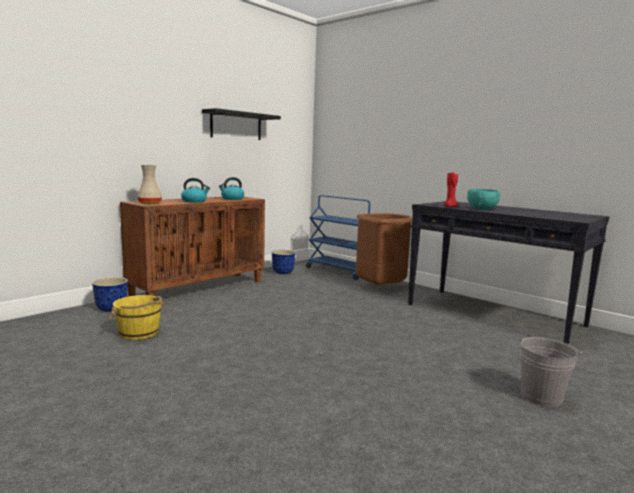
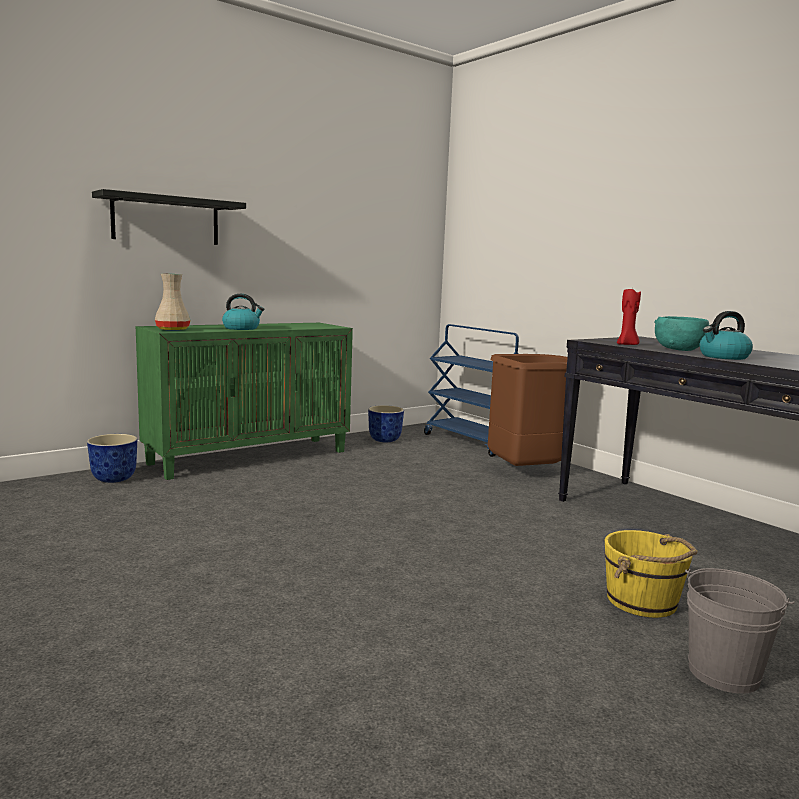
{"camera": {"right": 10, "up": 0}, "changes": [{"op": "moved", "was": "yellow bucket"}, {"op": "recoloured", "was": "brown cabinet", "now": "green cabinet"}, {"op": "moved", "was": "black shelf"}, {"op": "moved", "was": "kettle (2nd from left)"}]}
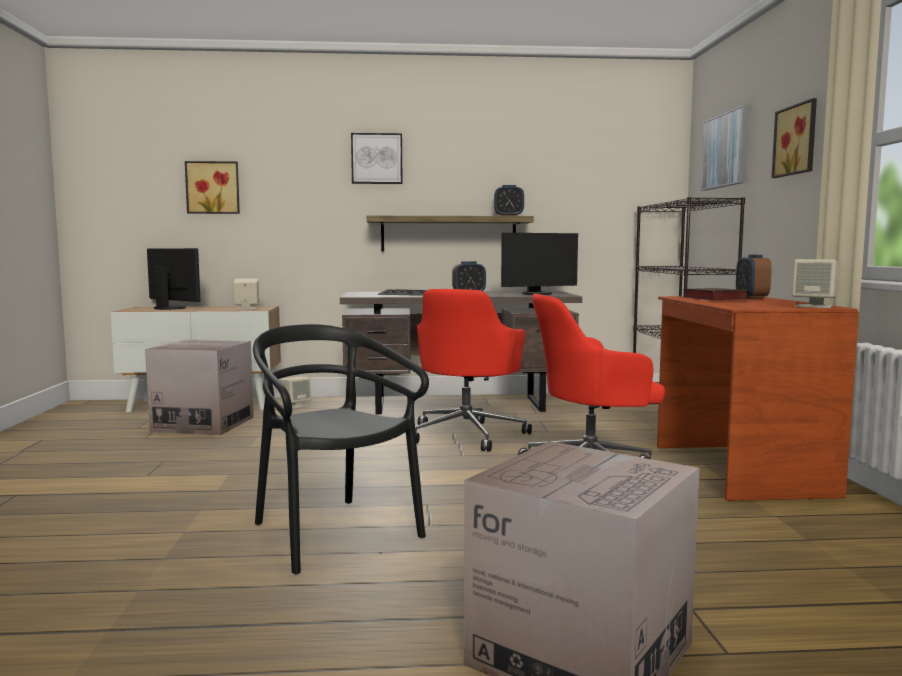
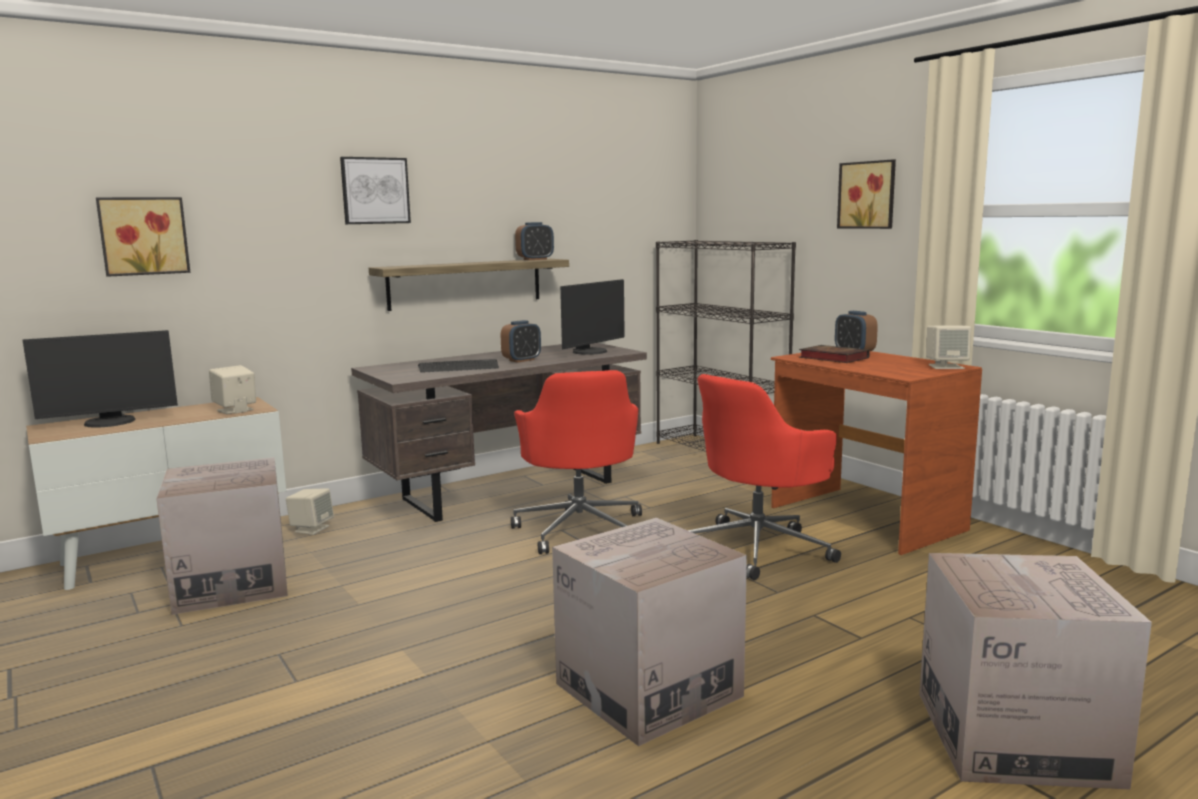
{"camera": {"right": -30, "up": 5}, "changes": [{"op": "turned", "was": "monitor (1st from left)", "clockwise": 150}, {"op": "replaced", "was": "black chair", "now": "cardboard box (2nd from left)"}, {"op": "removed", "was": "picture (3rd from left)"}]}
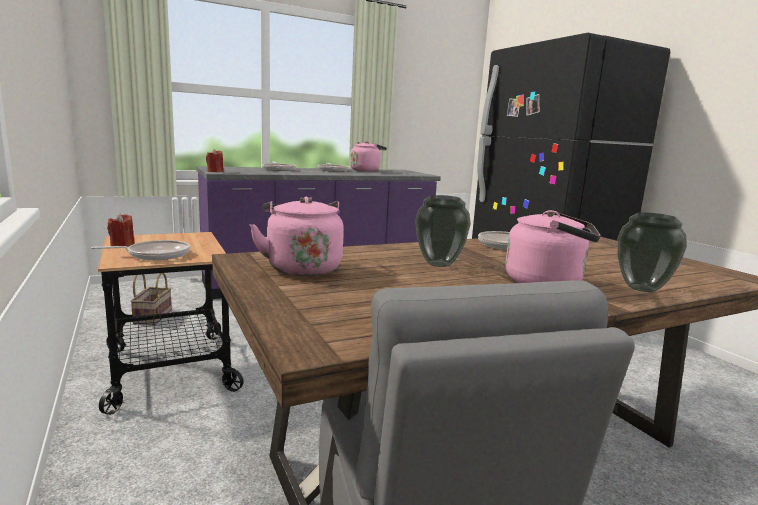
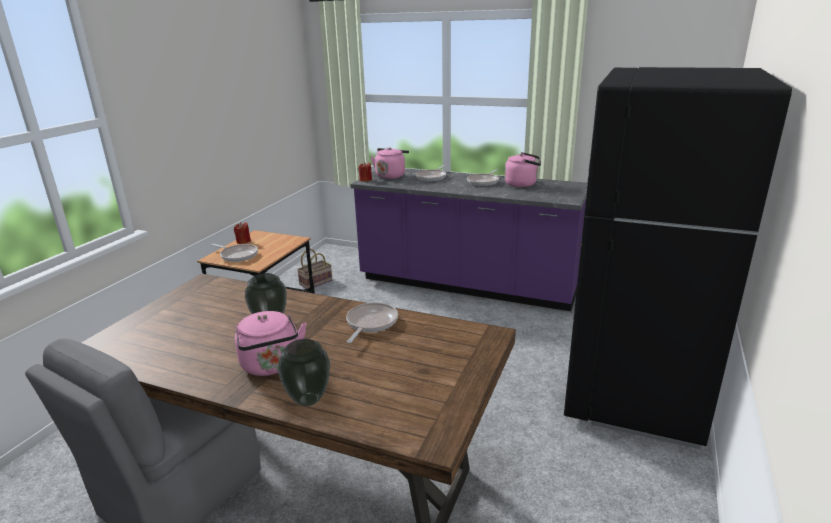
{"camera": {"right": 50, "up": 10}, "changes": [{"op": "moved", "was": "pink kettle (1st from left in the first image)", "now": "pink kettle (2nd from left)"}]}
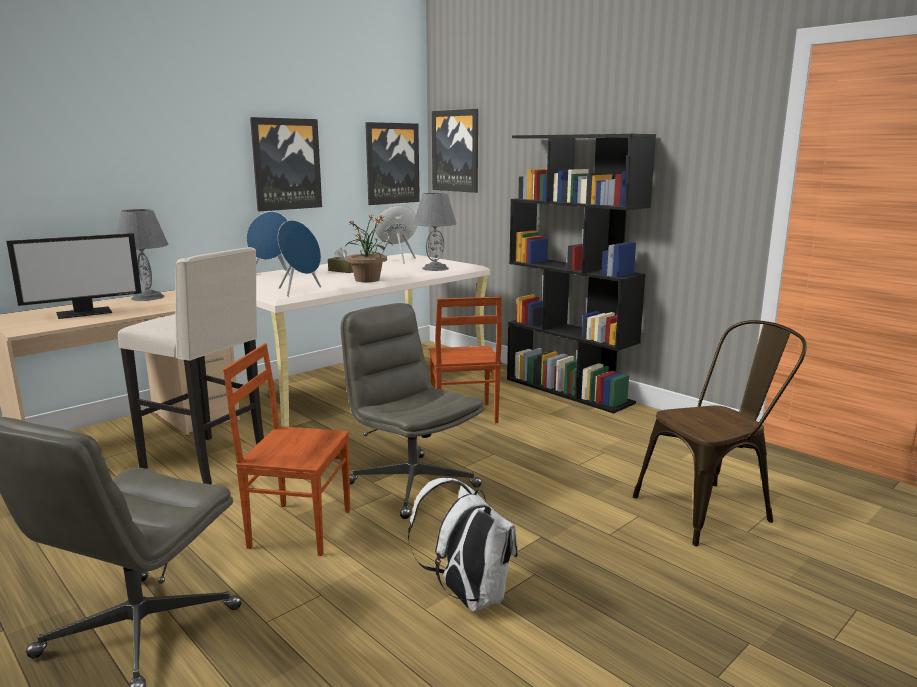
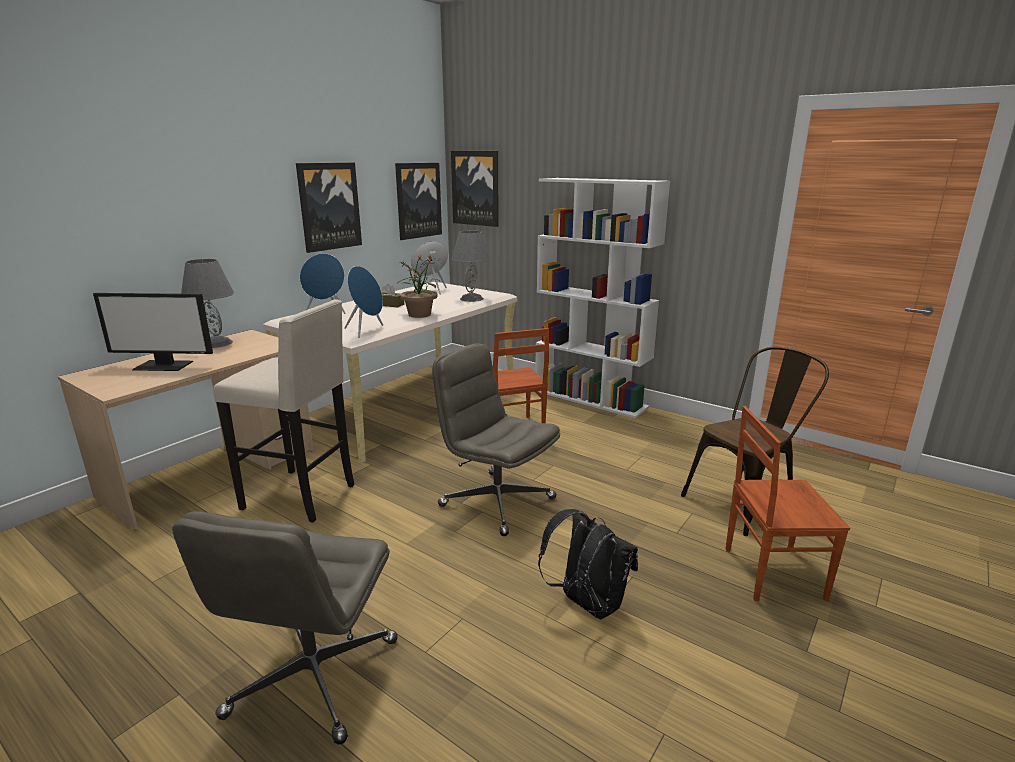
{"camera": {"right": -10, "up": 5}, "changes": [{"op": "turned", "was": "monitor", "clockwise": 45}, {"op": "moved", "was": "brown chair (1st from left in the first image)", "now": "brown chair (3rd from left)"}, {"op": "recoloured", "was": "white backpack", "now": "black backpack"}, {"op": "recoloured", "was": "black bookcase", "now": "white bookcase"}]}
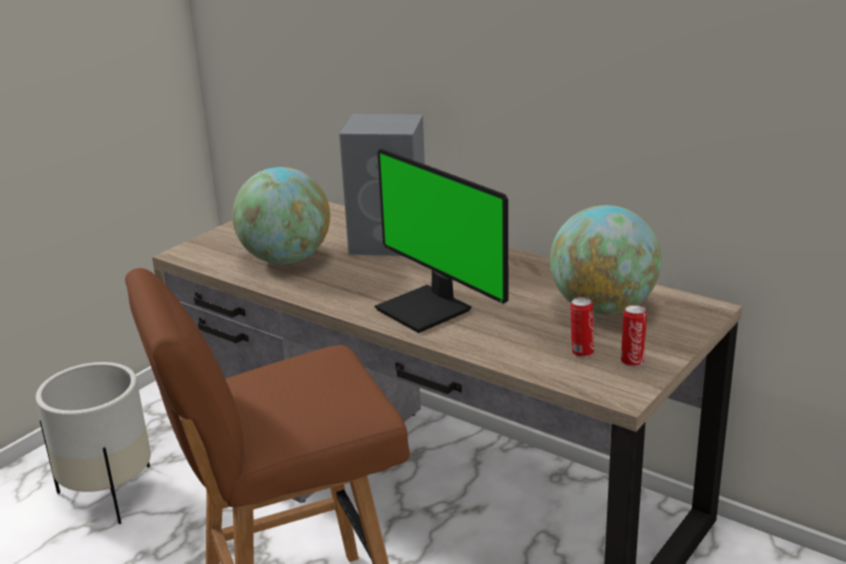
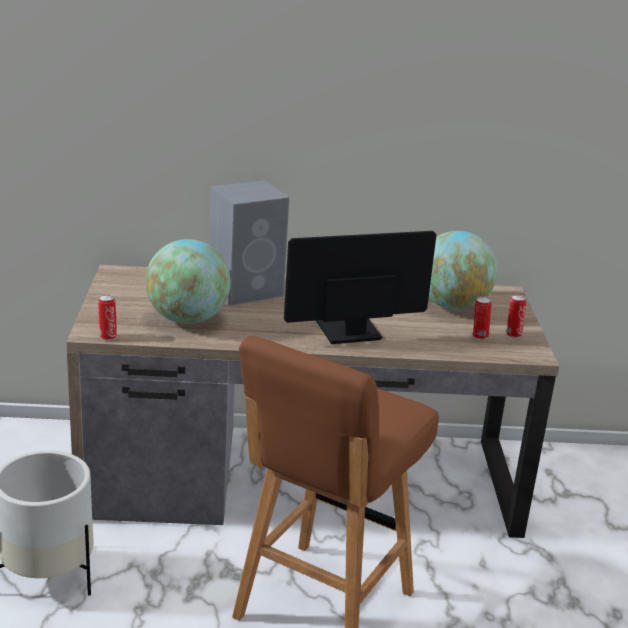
{"camera": {"right": -40, "up": 0}, "changes": [{"op": "turned", "was": "monitor", "clockwise": 150}, {"op": "added", "now": "can (1st from left)"}]}
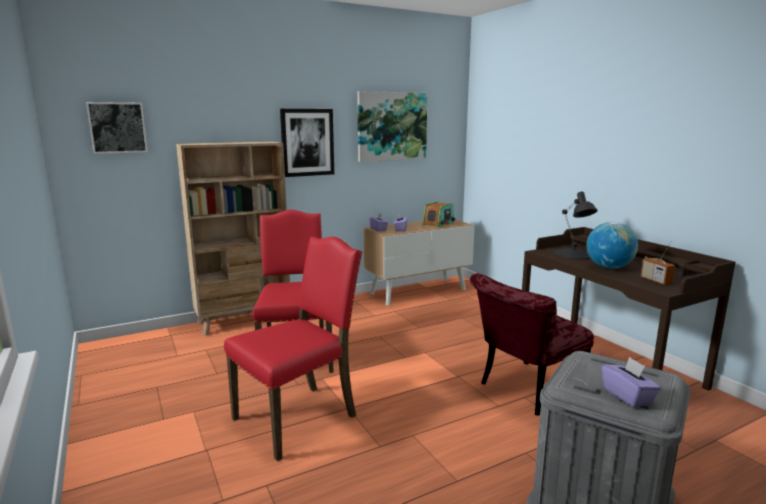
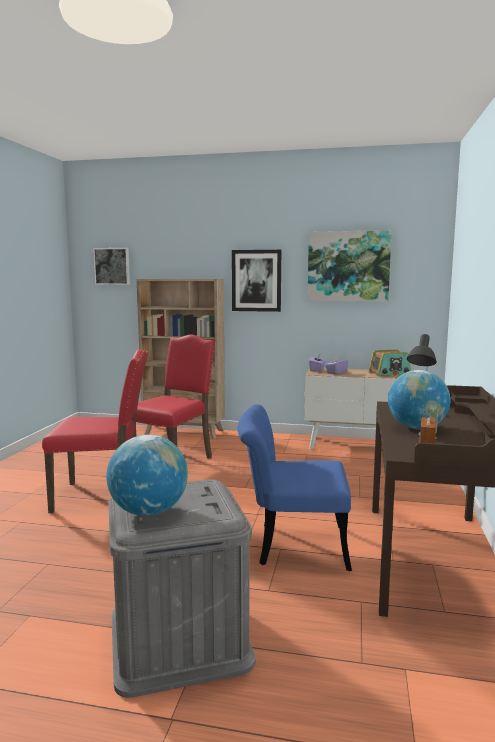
{"camera": {"right": 40, "up": -5}, "changes": [{"op": "recoloured", "was": "red chair (3rd from left)", "now": "blue chair"}, {"op": "replaced", "was": "purple tissue box (3rd from left)", "now": "globe (1st from left)"}]}
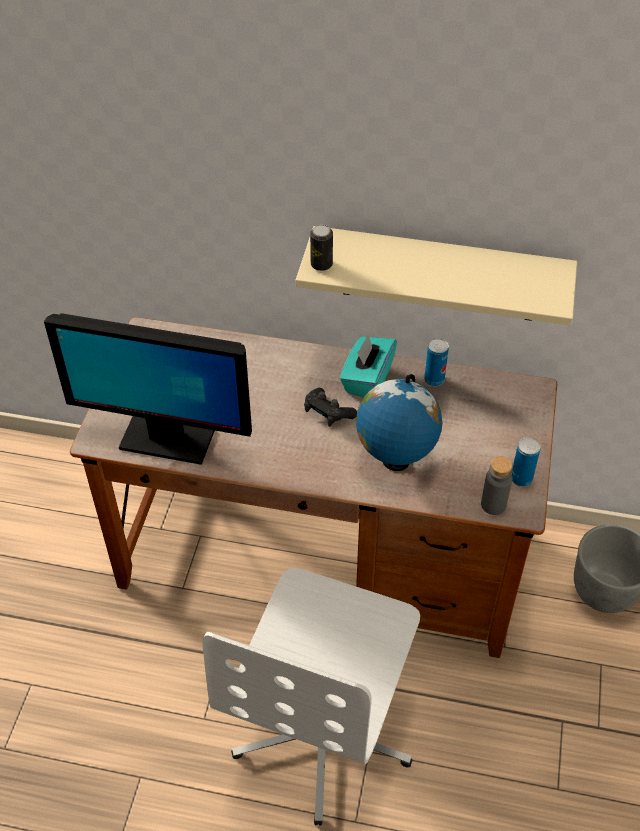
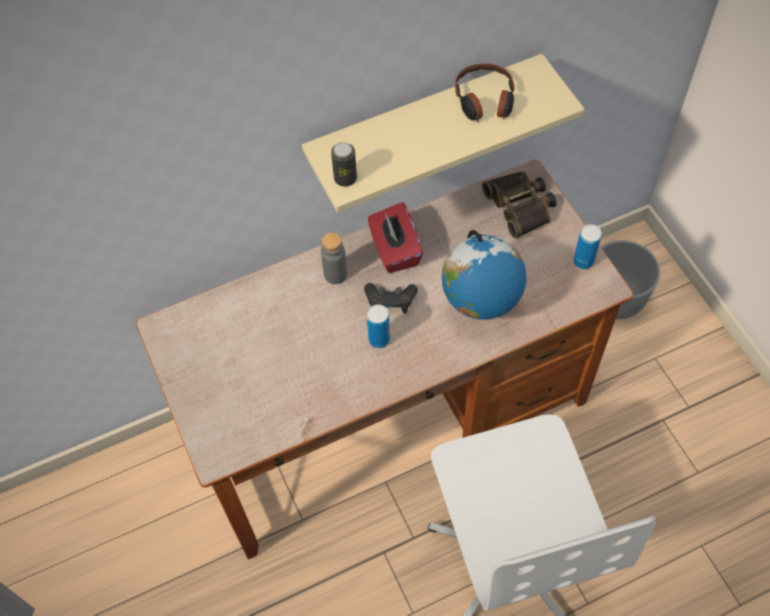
{"camera": {"right": -35, "up": 10}, "changes": [{"op": "removed", "was": "monitor"}, {"op": "recoloured", "was": "turquoise tissue box", "now": "red tissue box"}, {"op": "moved", "was": "can (2nd from left)"}, {"op": "moved", "was": "grey bottle"}, {"op": "added", "now": "headphones"}, {"op": "added", "now": "binoculars"}]}
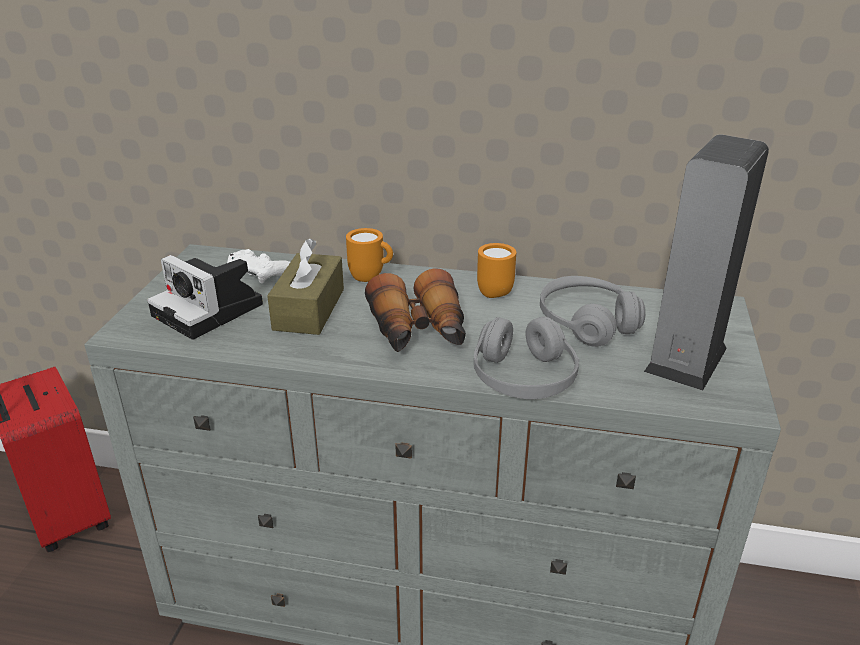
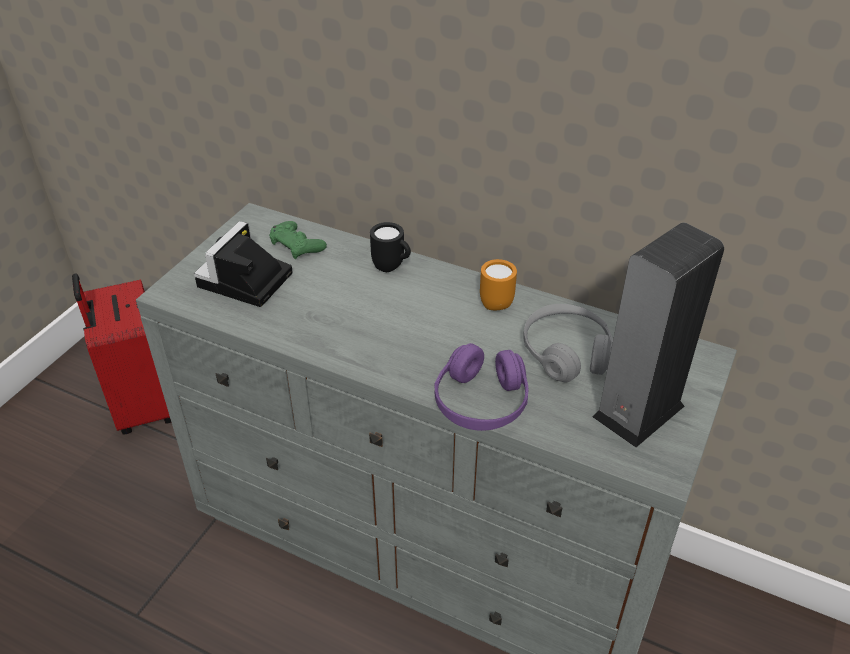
{"camera": {"right": 15, "up": 10}, "changes": [{"op": "turned", "was": "photo camera", "clockwise": 60}, {"op": "recoloured", "was": "white game controller", "now": "green game controller"}, {"op": "removed", "was": "brown tissue box"}, {"op": "recoloured", "was": "orange mug (1st from left)", "now": "black mug"}, {"op": "removed", "was": "binoculars"}, {"op": "recoloured", "was": "grey headphones (1st from left)", "now": "purple headphones"}]}
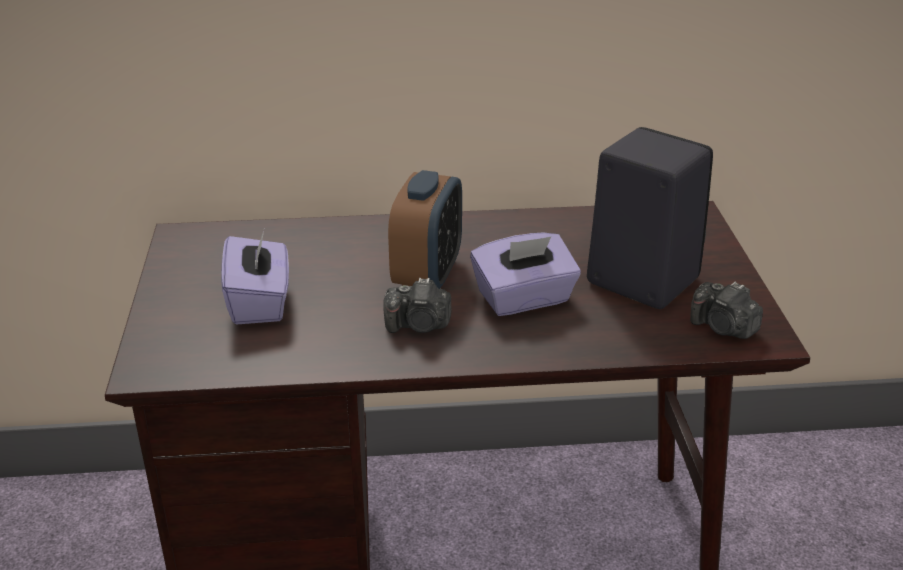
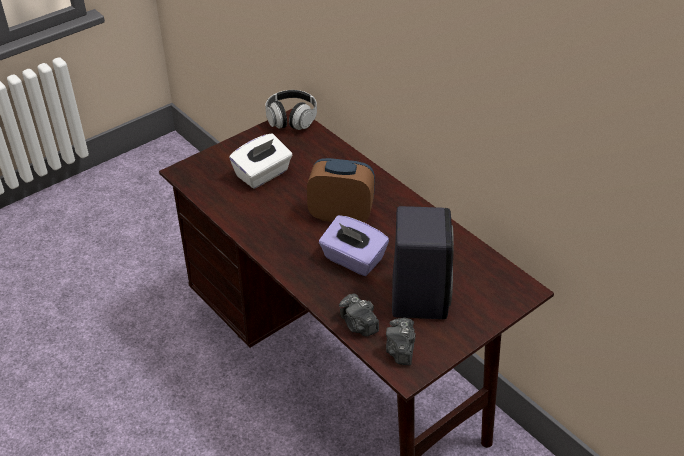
{"camera": {"right": 55, "up": 10}, "changes": [{"op": "recoloured", "was": "purple tissue box (1st from left)", "now": "white tissue box"}, {"op": "moved", "was": "photo camera (1st from left)"}, {"op": "turned", "was": "alarm clock", "clockwise": -150}, {"op": "added", "now": "headphones"}]}
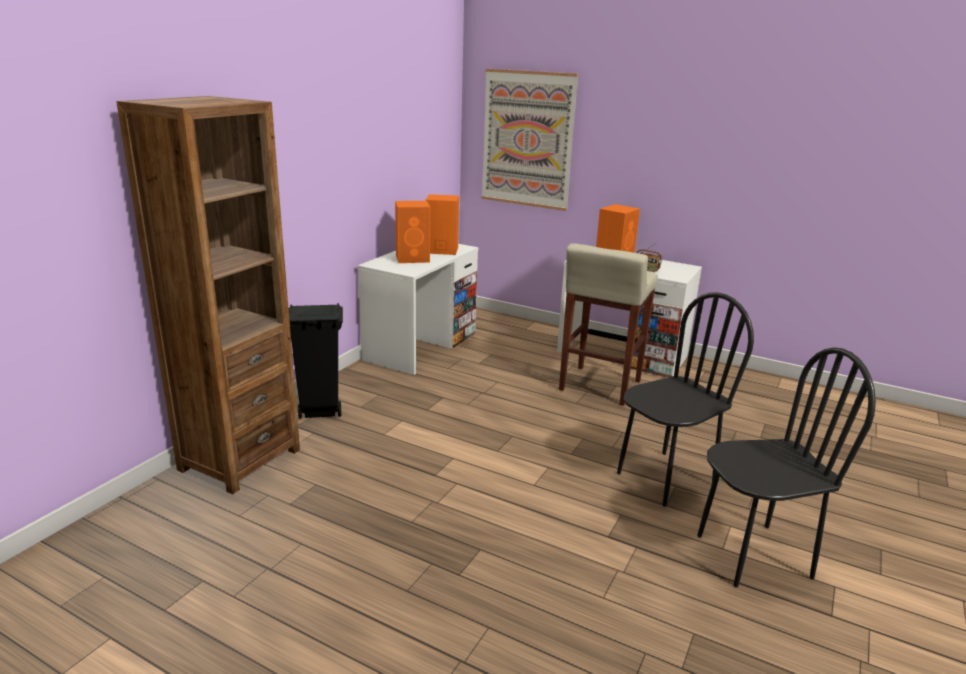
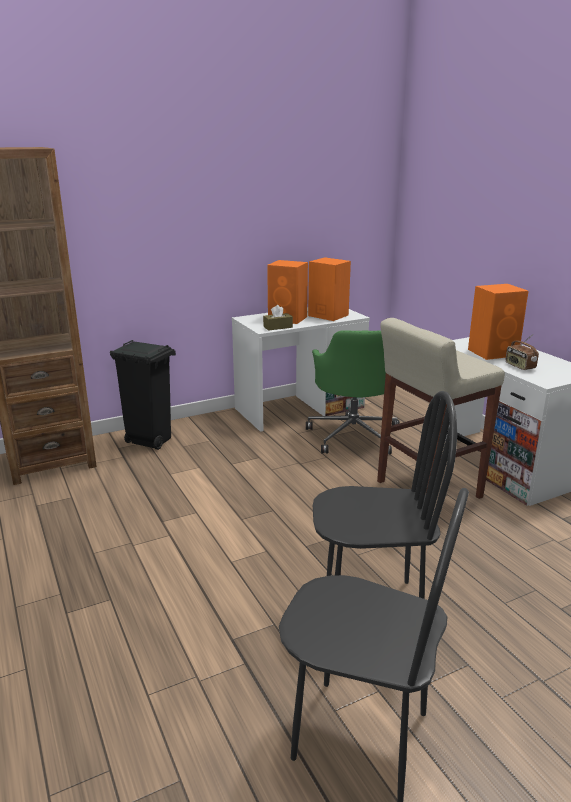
{"camera": {"right": 35, "up": 0}, "changes": [{"op": "removed", "was": "picture"}, {"op": "added", "now": "brown tissue box"}, {"op": "added", "now": "green office chair"}]}
